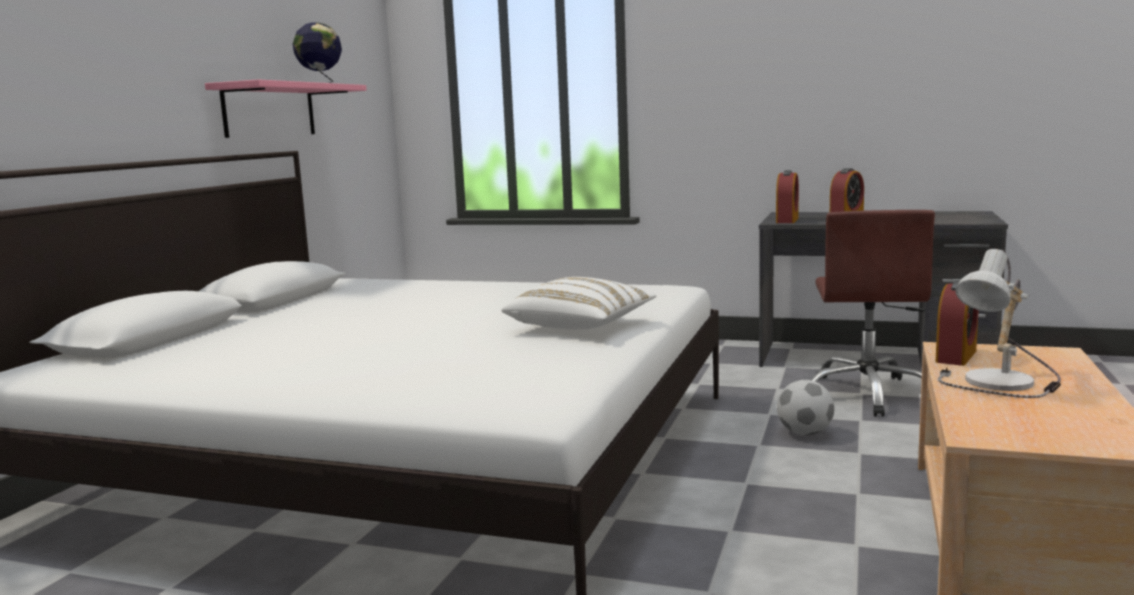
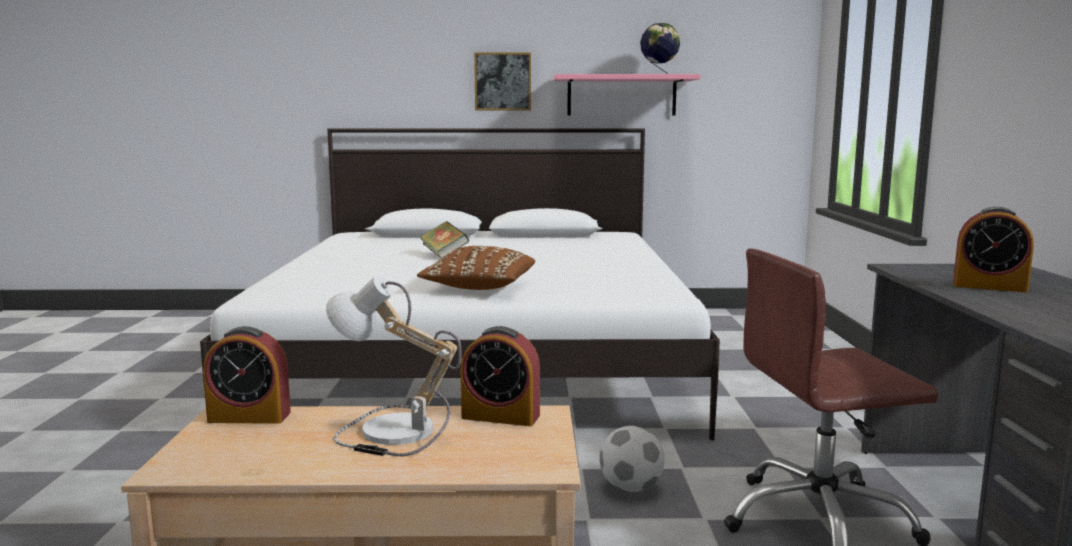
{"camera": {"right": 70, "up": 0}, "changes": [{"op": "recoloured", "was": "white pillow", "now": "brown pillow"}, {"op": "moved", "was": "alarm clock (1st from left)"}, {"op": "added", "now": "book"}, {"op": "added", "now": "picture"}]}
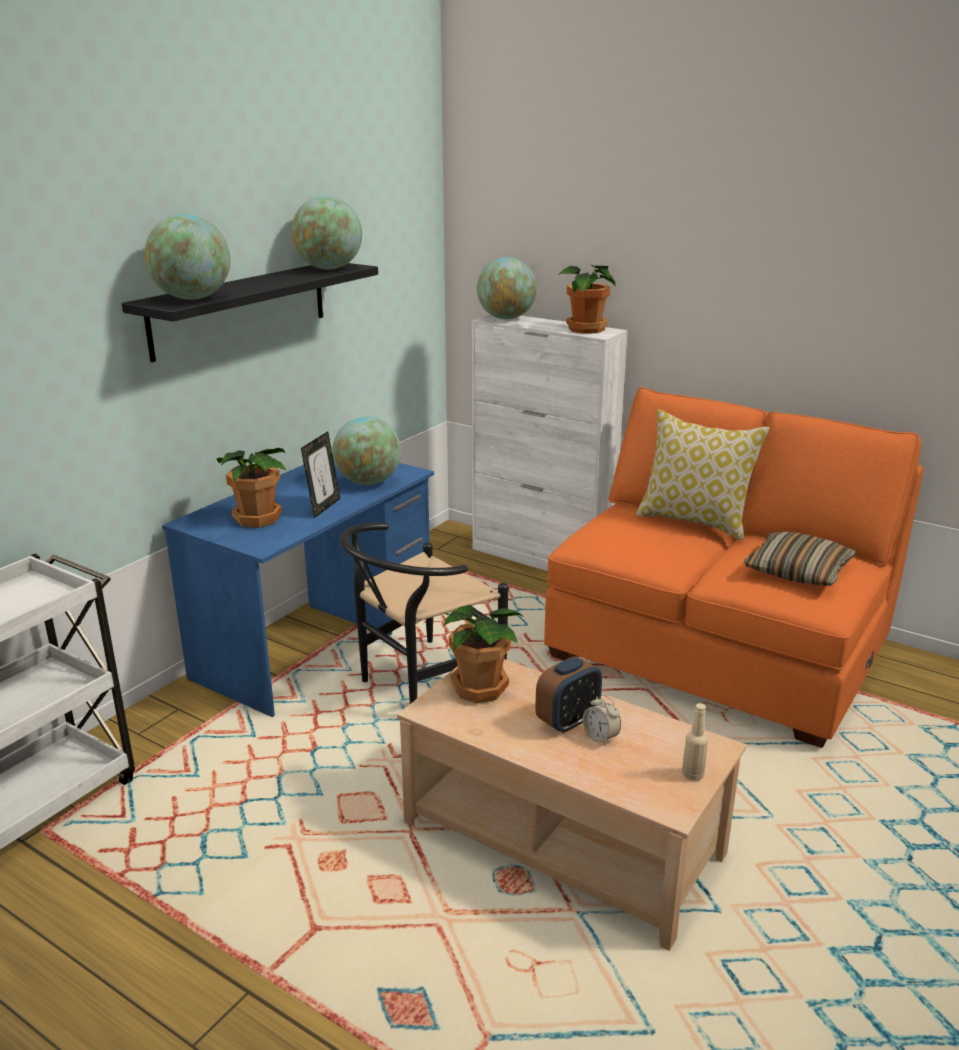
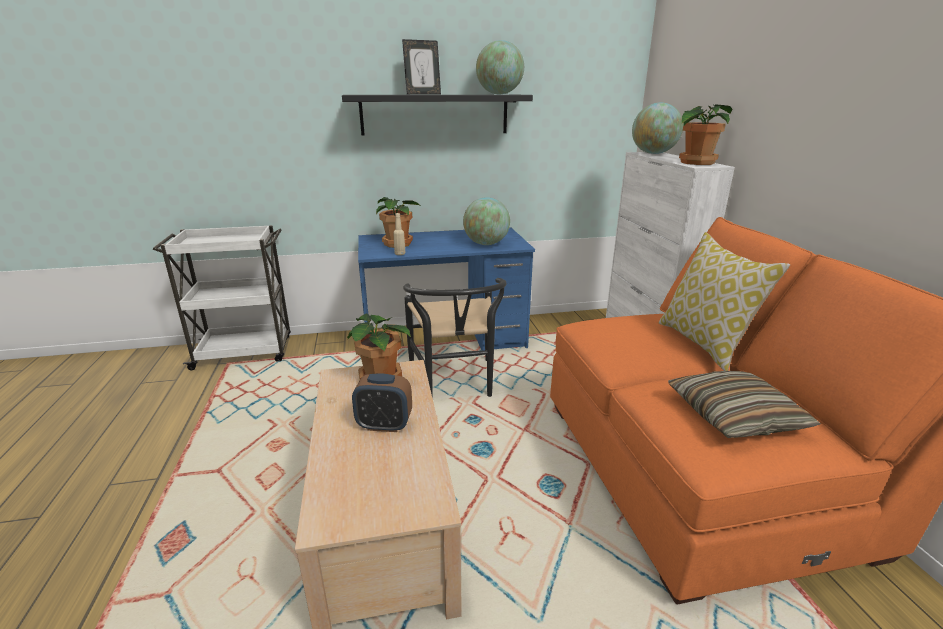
{"camera": {"right": 45, "up": 0}, "changes": [{"op": "removed", "was": "globe (1st from left)"}, {"op": "moved", "was": "picture frame"}, {"op": "turned", "was": "black chair", "clockwise": -105}, {"op": "removed", "was": "alarm clock (2nd from left)"}, {"op": "moved", "was": "beige bottle"}]}
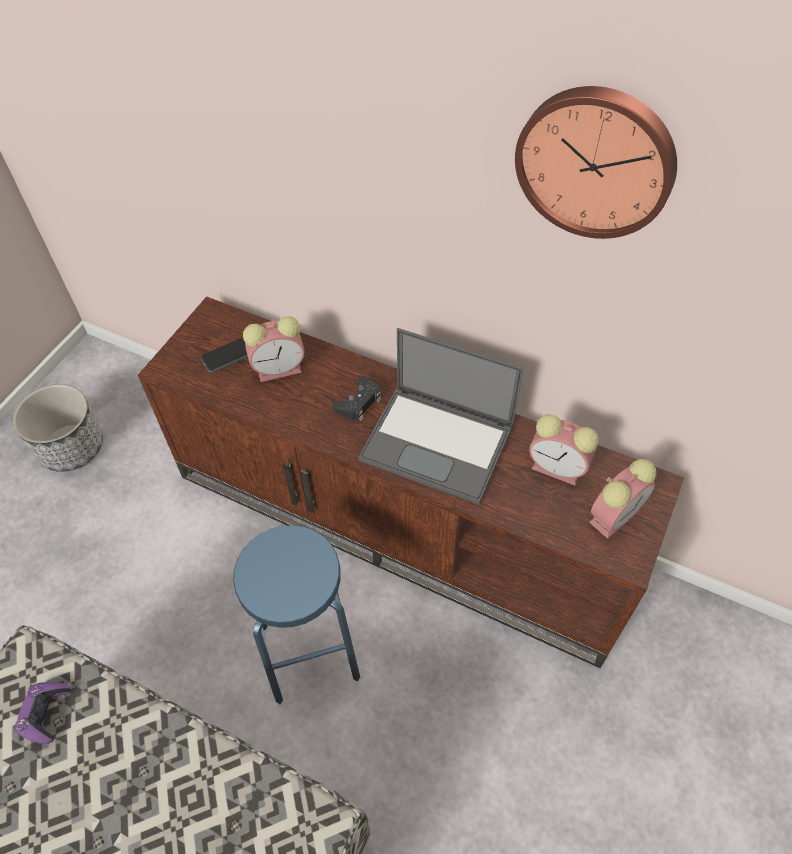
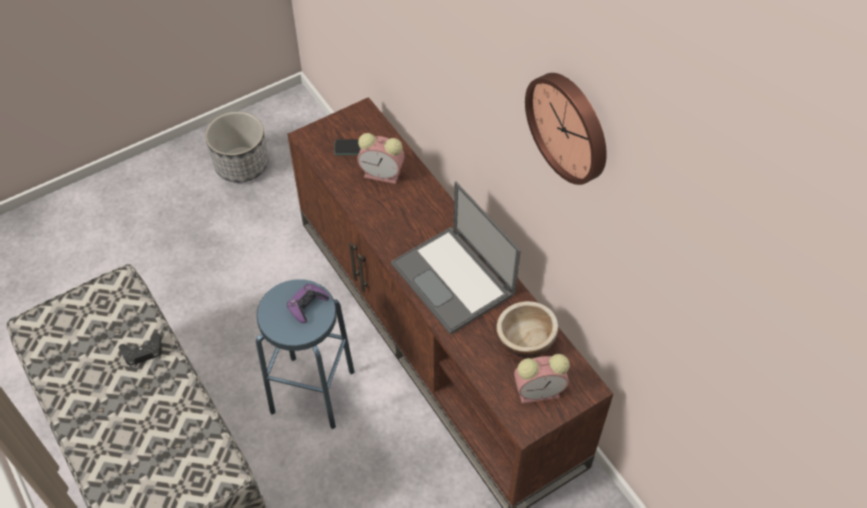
{"camera": {"right": 30, "up": 0}, "changes": [{"op": "moved", "was": "purple game controller"}, {"op": "moved", "was": "black game controller"}, {"op": "replaced", "was": "alarm clock (2nd from left)", "now": "bowl"}]}
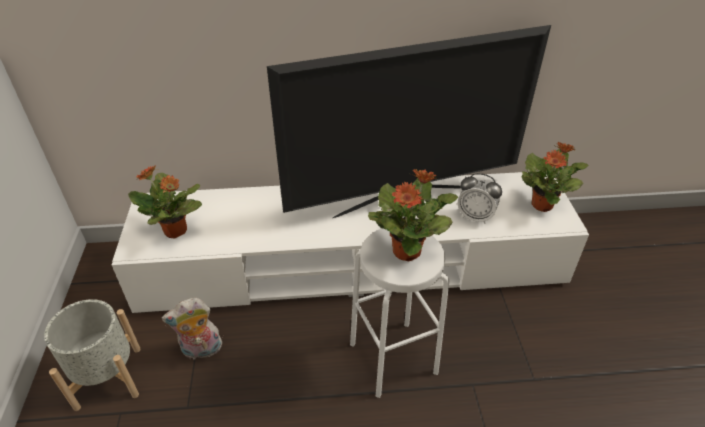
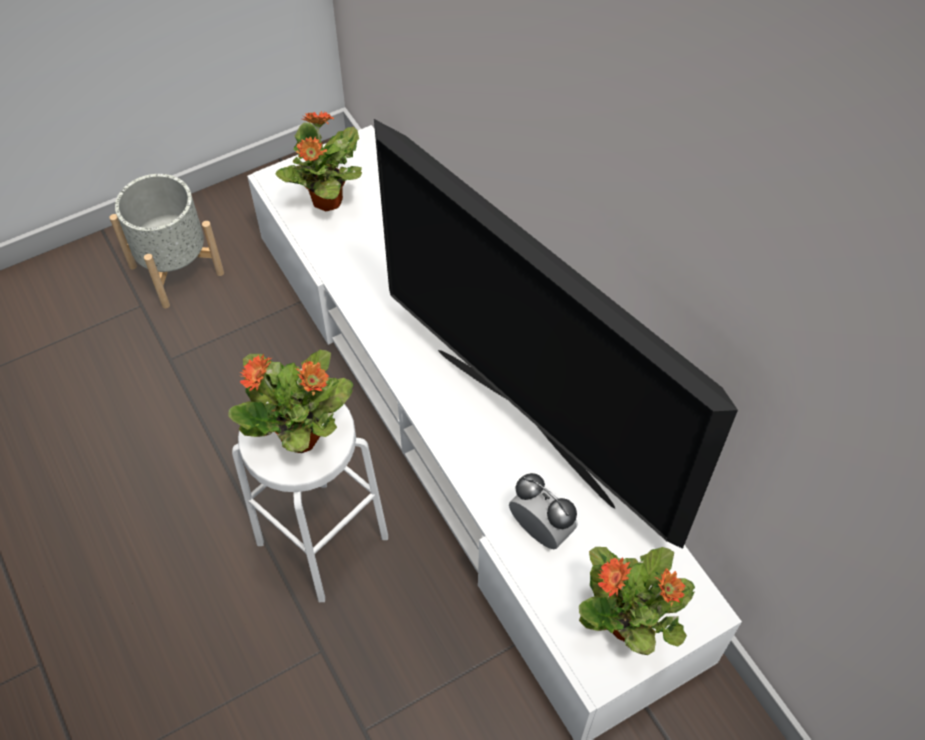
{"camera": {"right": 65, "up": 15}, "changes": [{"op": "removed", "was": "plush toy"}, {"op": "turned", "was": "alarm clock", "clockwise": 135}]}
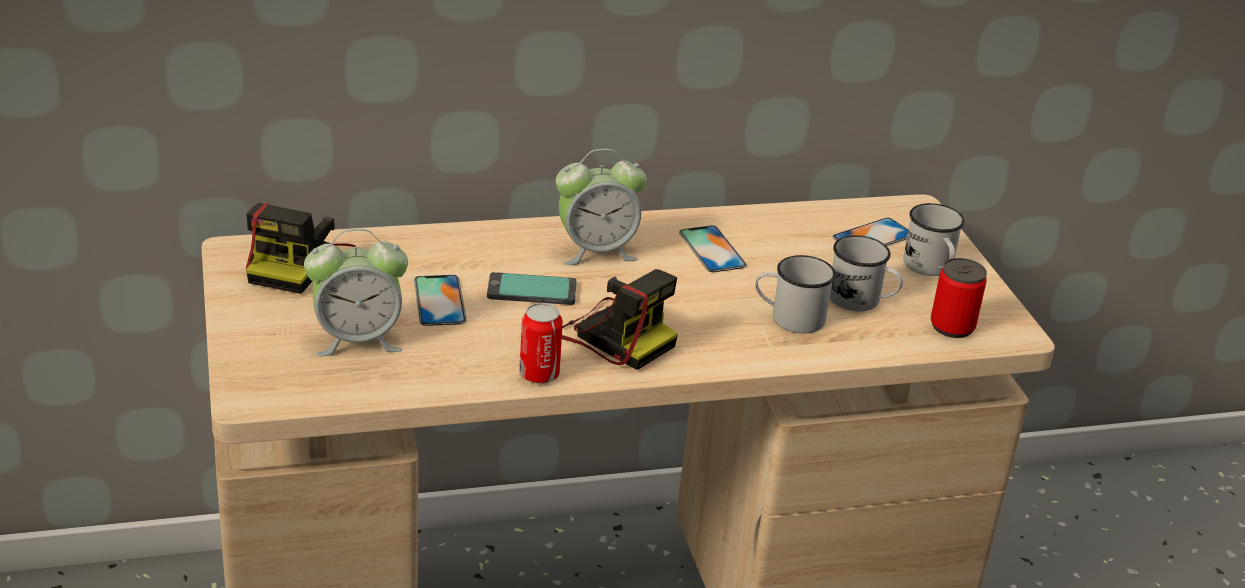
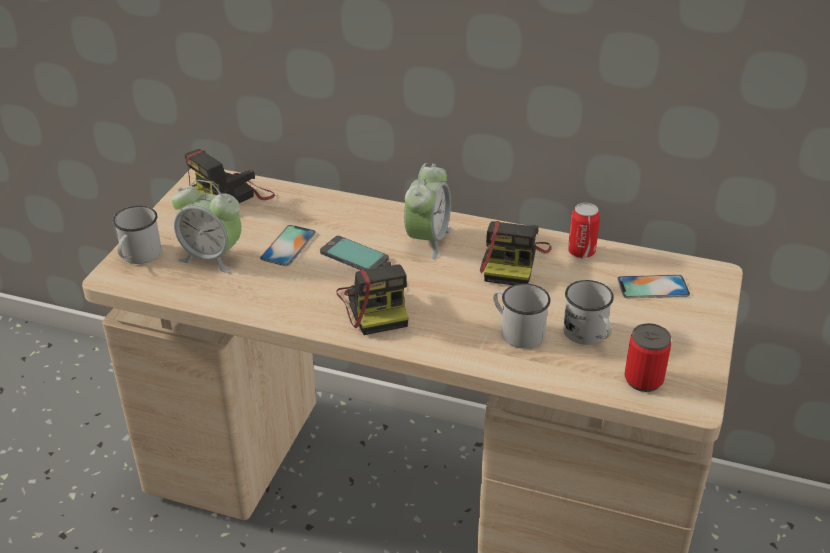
{"camera": {"right": 35, "up": 5}, "changes": [{"op": "moved", "was": "can (1st from left)"}, {"op": "turned", "was": "alarm clock (2nd from left)", "clockwise": -90}, {"op": "replaced", "was": "phone (3rd from left)", "now": "photo camera (3rd from left)"}, {"op": "moved", "was": "white mug (3rd from left in the first image)", "now": "white mug (1st from left)"}]}
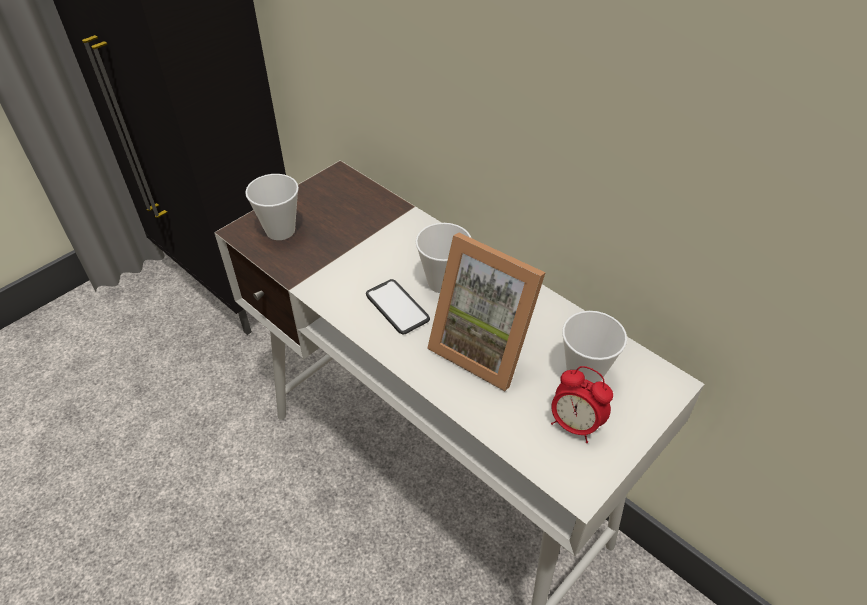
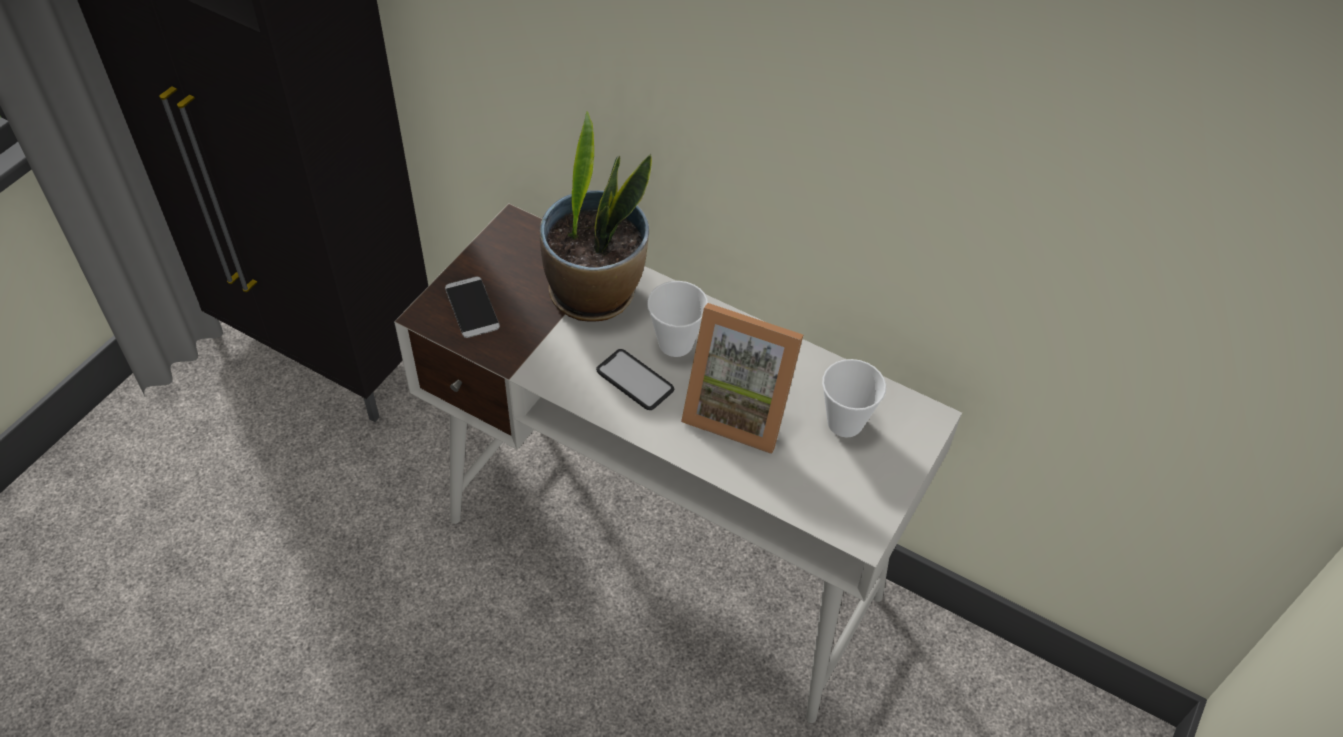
{"camera": {"right": -15, "up": 5}, "changes": [{"op": "replaced", "was": "cup (1st from left)", "now": "phone (1st from left)"}, {"op": "removed", "was": "alarm clock"}, {"op": "added", "now": "potted plant"}]}
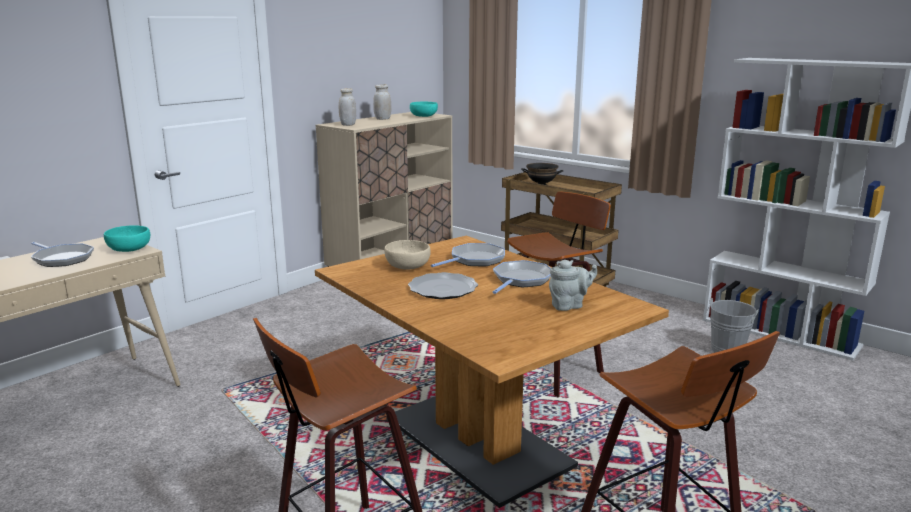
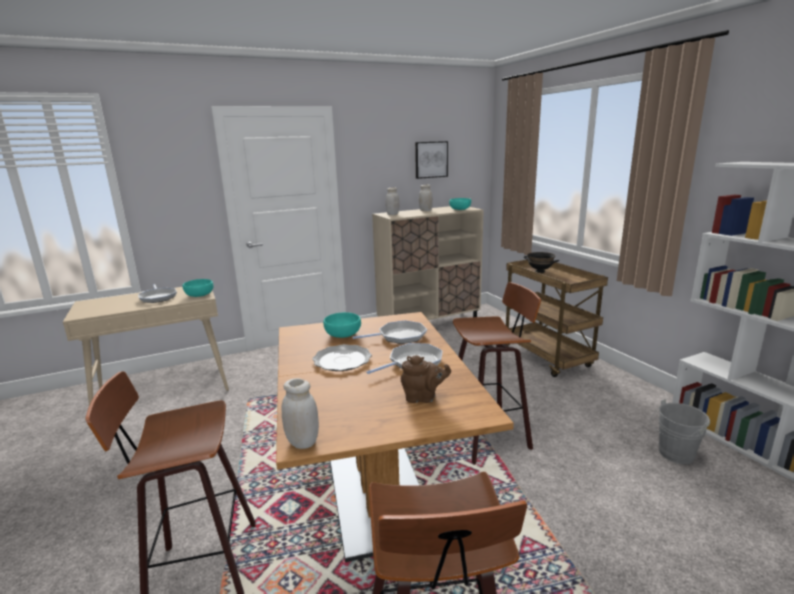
{"camera": {"right": 25, "up": 0}, "changes": [{"op": "recoloured", "was": "beige bowl", "now": "turquoise bowl (2nd from left)"}, {"op": "recoloured", "was": "grey teapot", "now": "brown teapot"}, {"op": "added", "now": "white jar (1st from left)"}, {"op": "added", "now": "picture"}]}
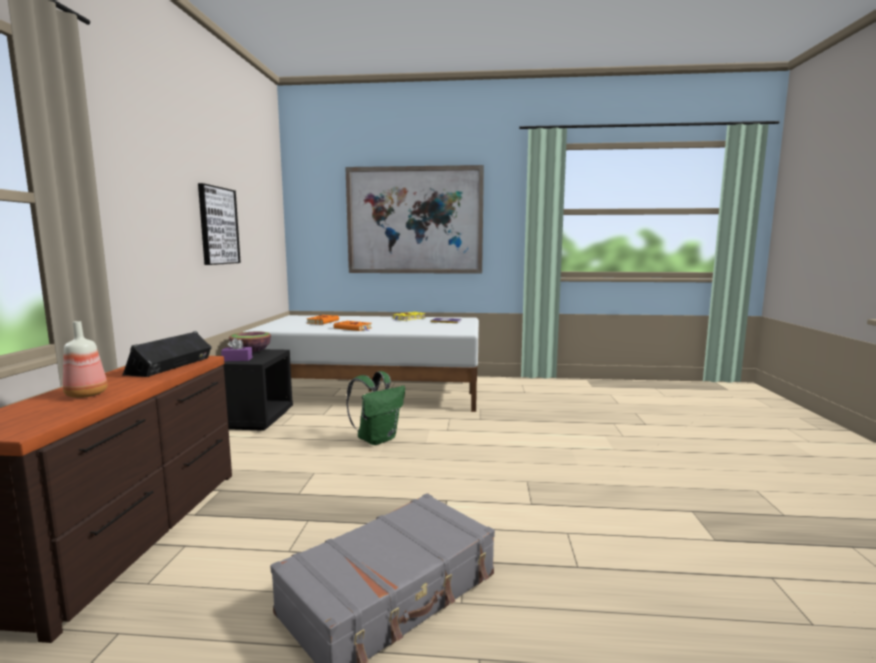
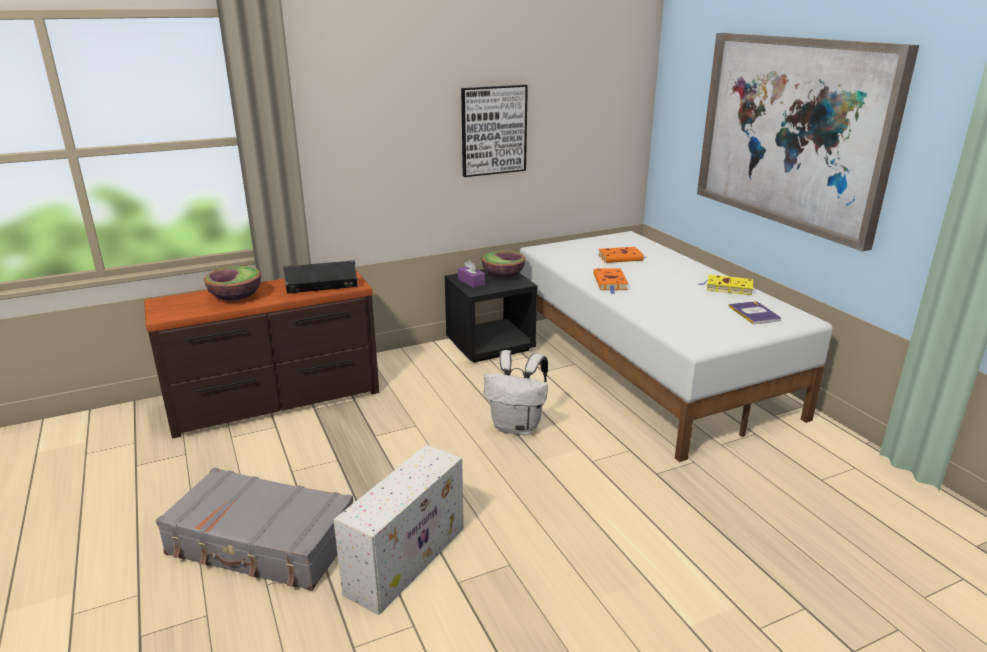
{"camera": {"right": 60, "up": 15}, "changes": [{"op": "replaced", "was": "bottle", "now": "bowl (1st from left)"}, {"op": "recoloured", "was": "green backpack", "now": "white backpack"}, {"op": "added", "now": "white storage box"}]}
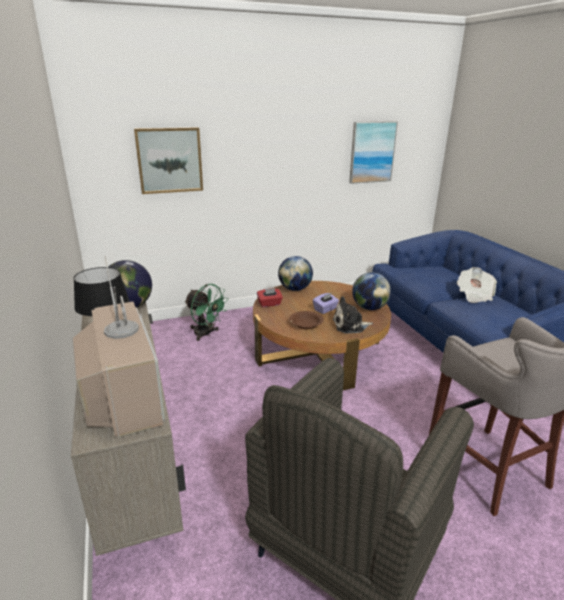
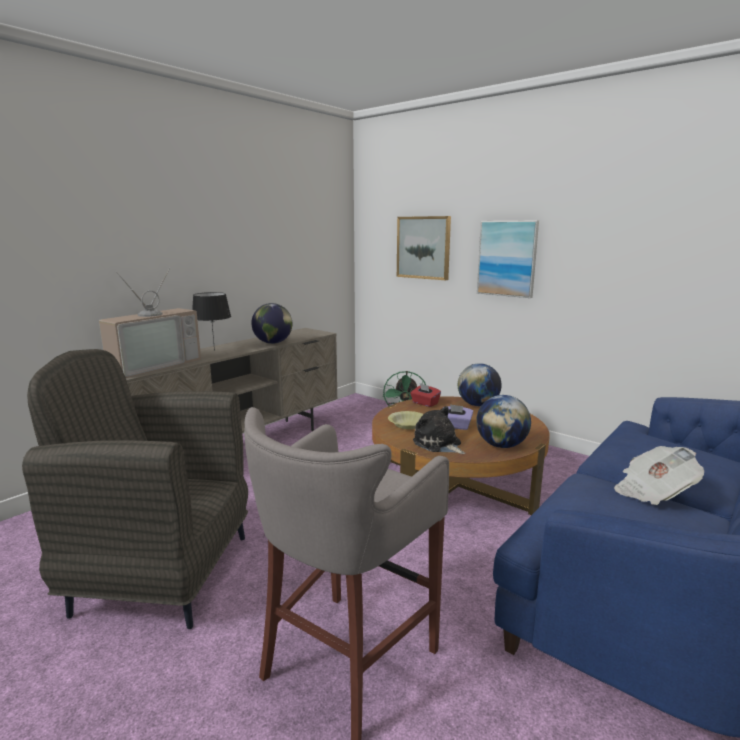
{"camera": {"right": 60, "up": -10}, "changes": [{"op": "recoloured", "was": "brown bowl", "now": "yellow bowl"}, {"op": "moved", "was": "picture (2nd from left)"}]}
